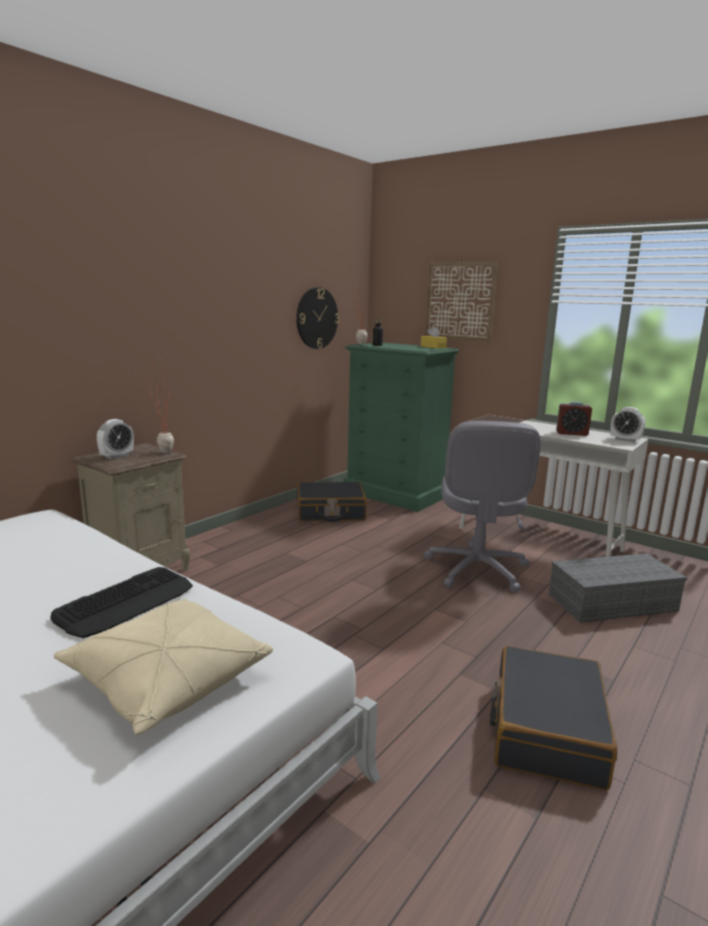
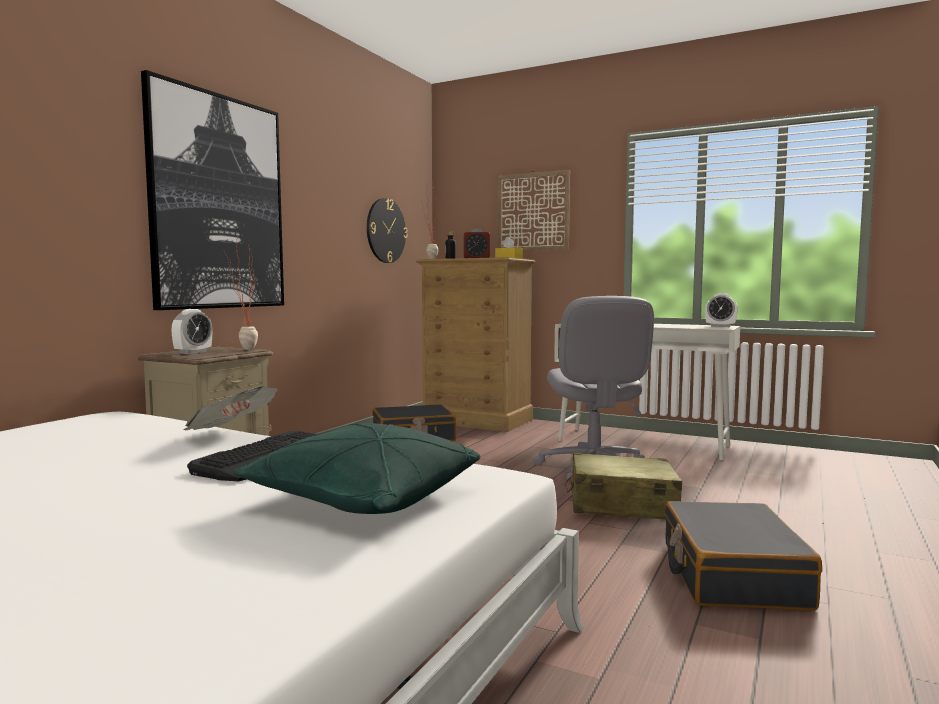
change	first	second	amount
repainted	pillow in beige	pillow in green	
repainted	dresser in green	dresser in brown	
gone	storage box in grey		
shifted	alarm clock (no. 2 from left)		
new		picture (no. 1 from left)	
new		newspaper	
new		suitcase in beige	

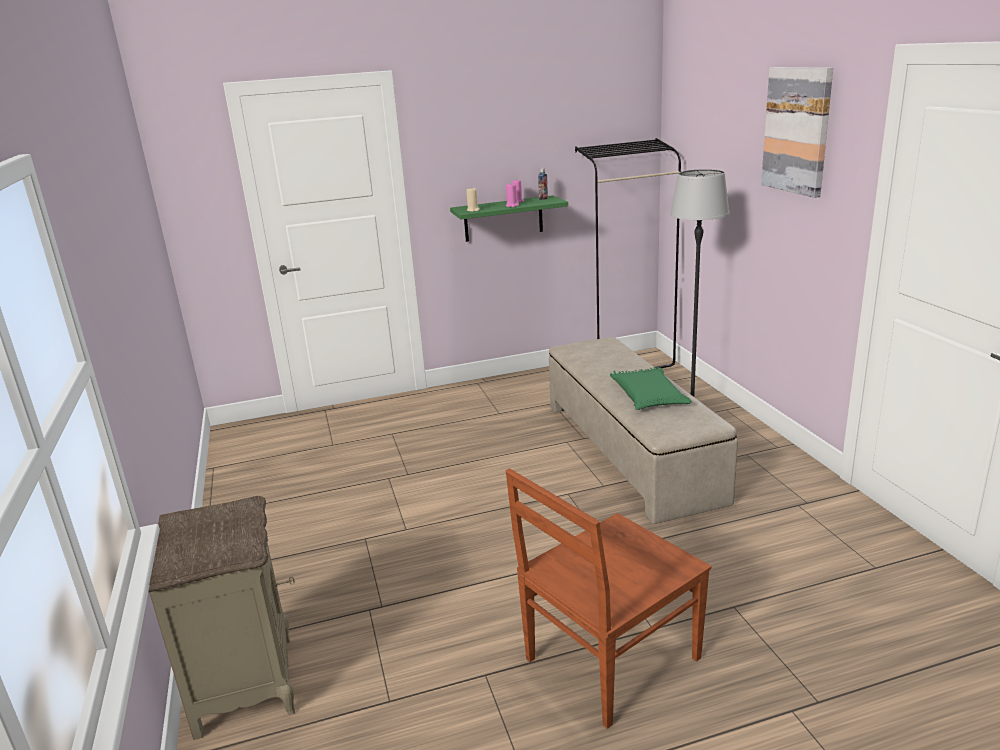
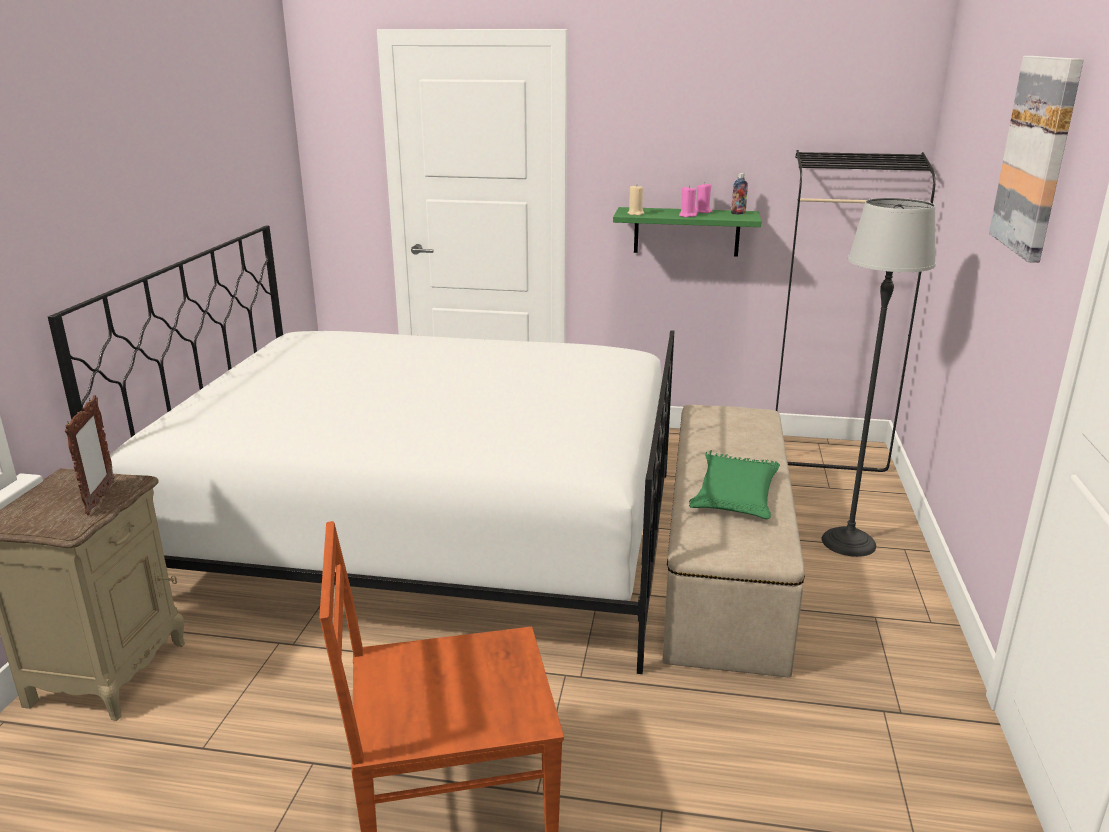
change	first	second	amount
new		bed in white	
new		picture frame	

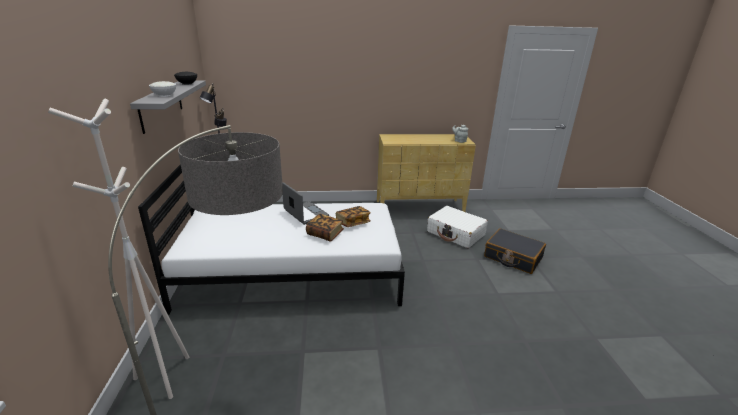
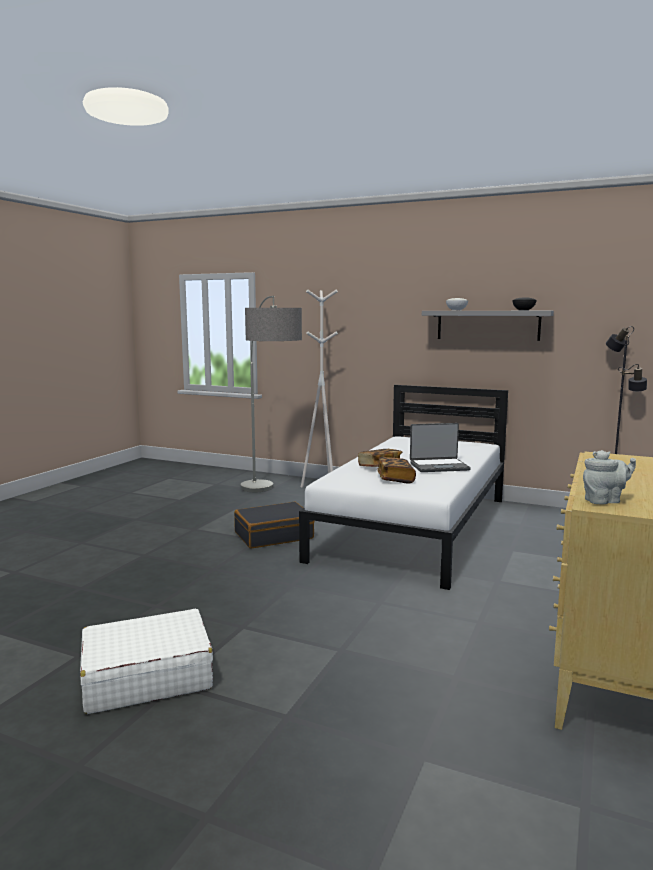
change	first	second	amount
shifted	suitcase in white		
shifted	suitcase in black		

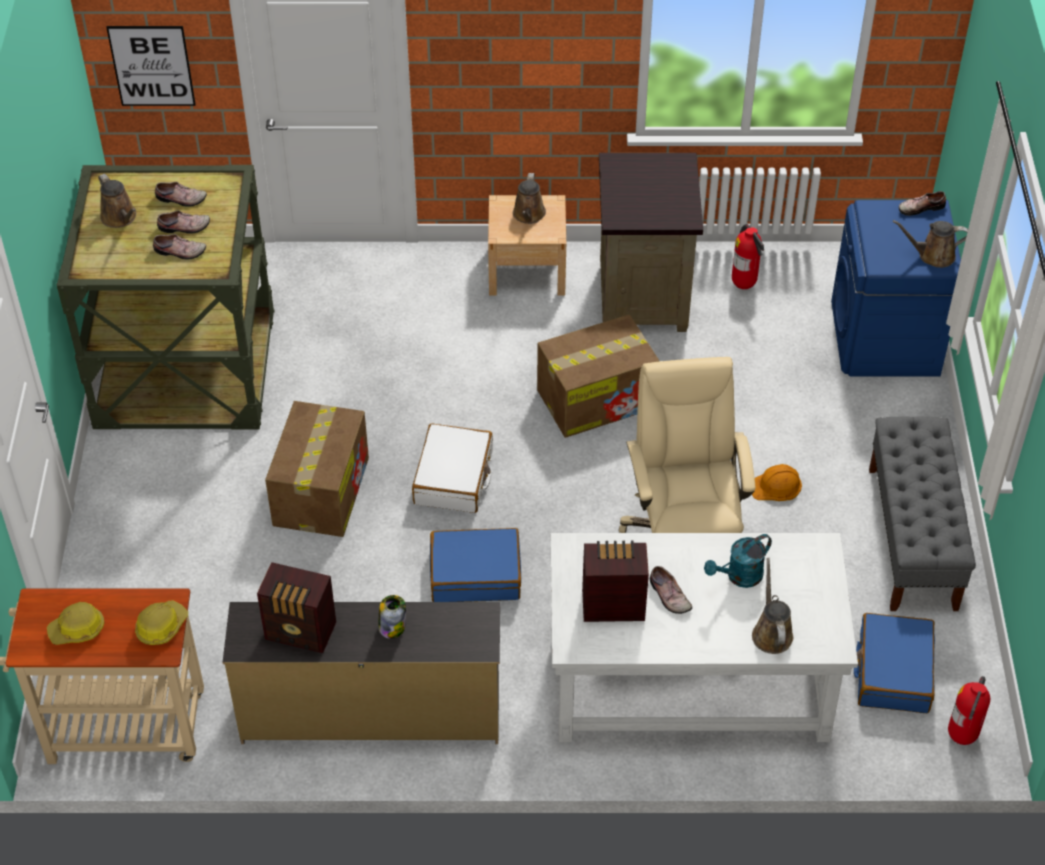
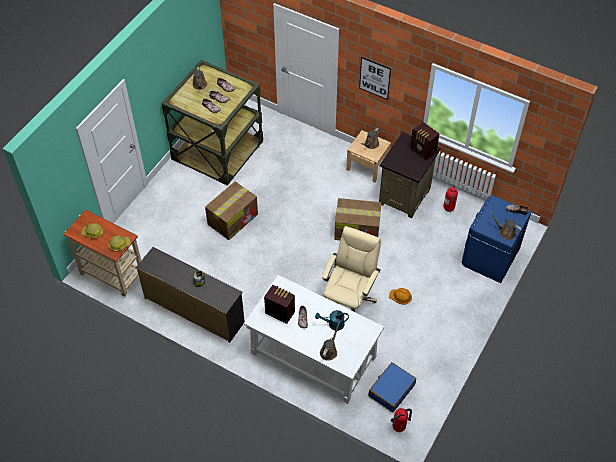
change	first	second	amount
shifted	picture		
shifted	radio (no. 1 from left in the first image)	radio (no. 2 from left)	
gone	suitcase in white		
gone	suitcase in blue (no. 1 from left)		
gone	bench in grey		

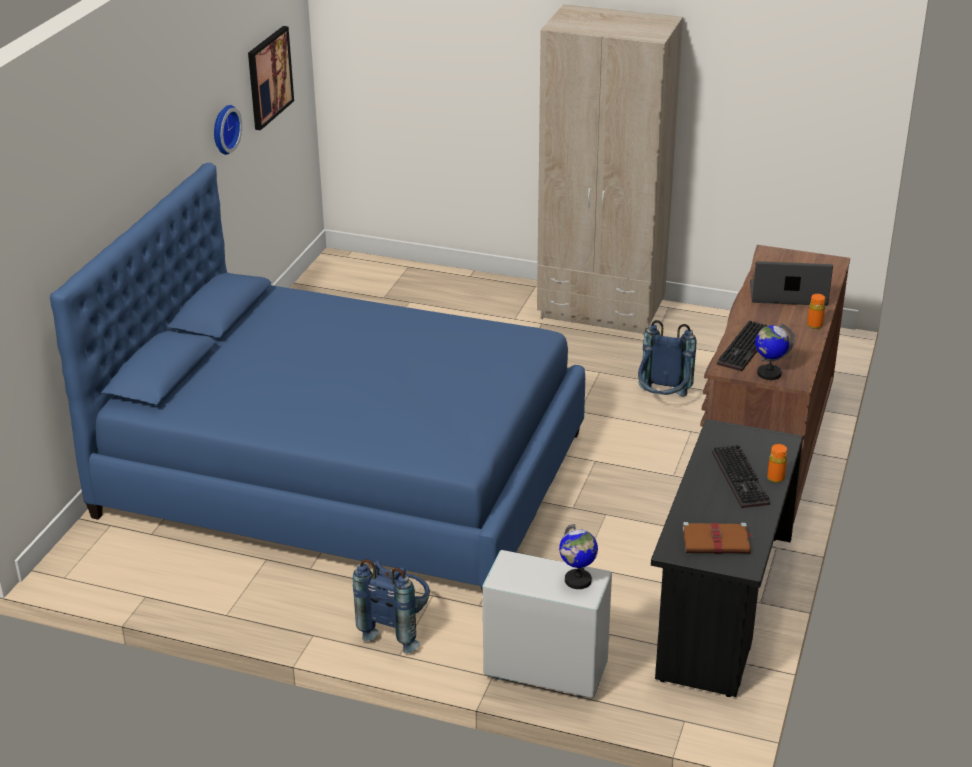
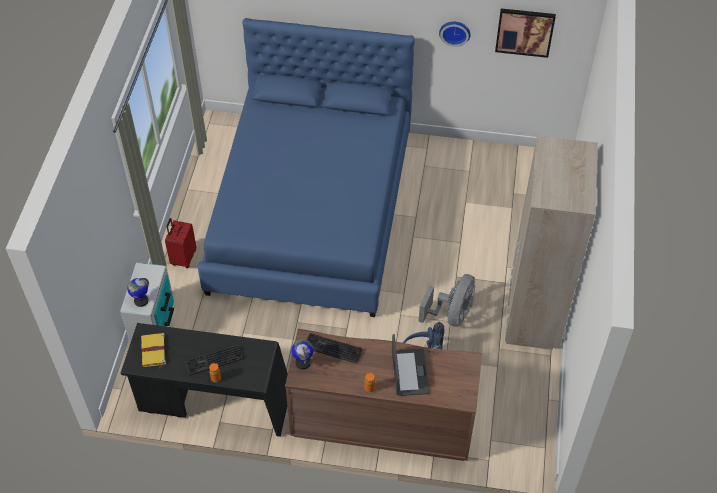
change	first	second	amount
swapped	backpack in blue (no. 1 from left)	suitcase in red	
repainted	book in brown	book in yellow	
new		fan in grey	

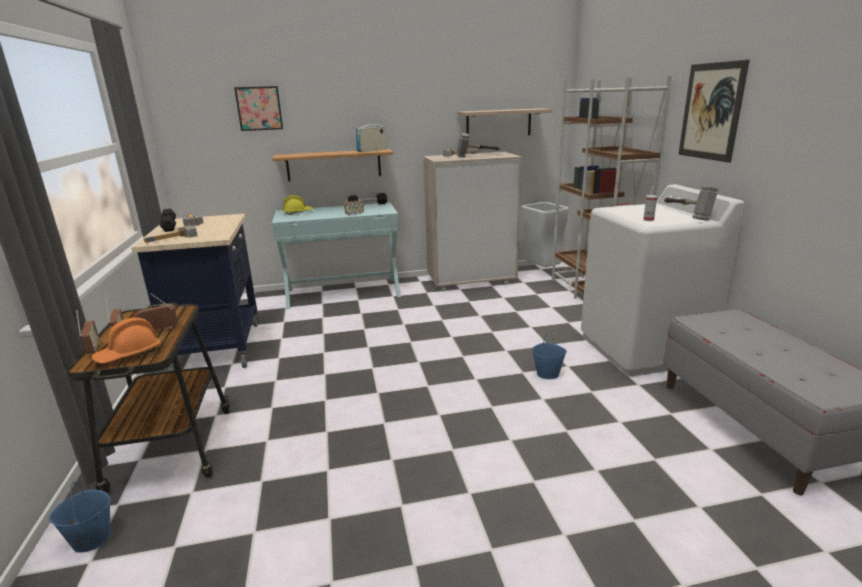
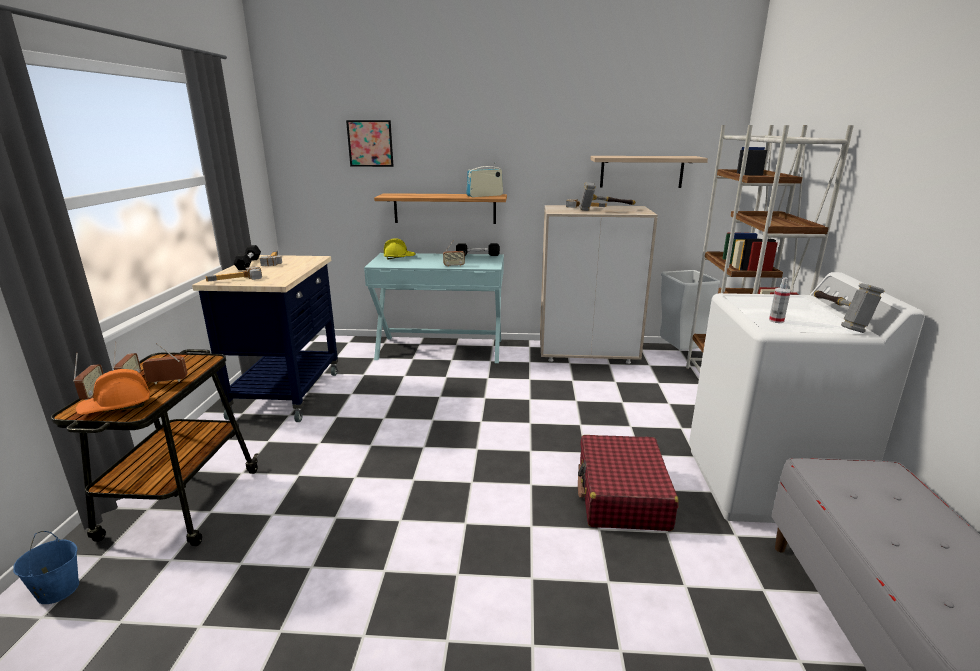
change	first	second	amount
swapped	bucket in blue (no. 2 from left)	suitcase in red	
gone	picture (no. 2 from left)		

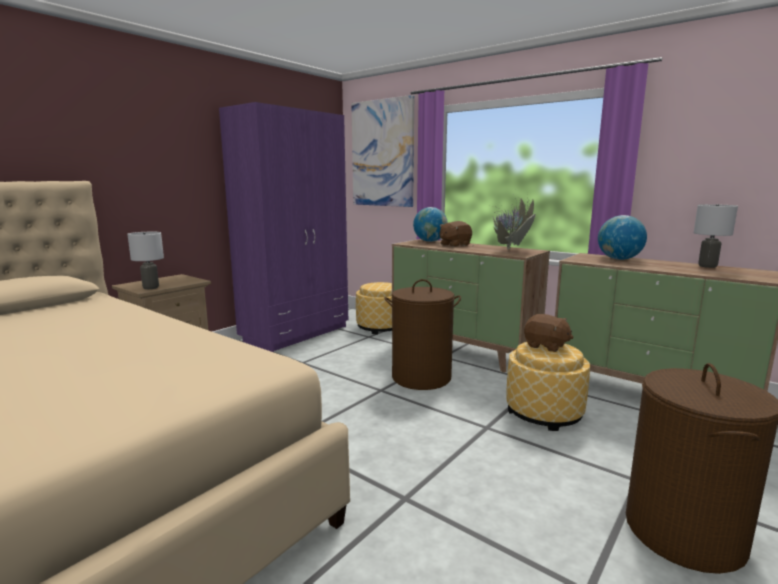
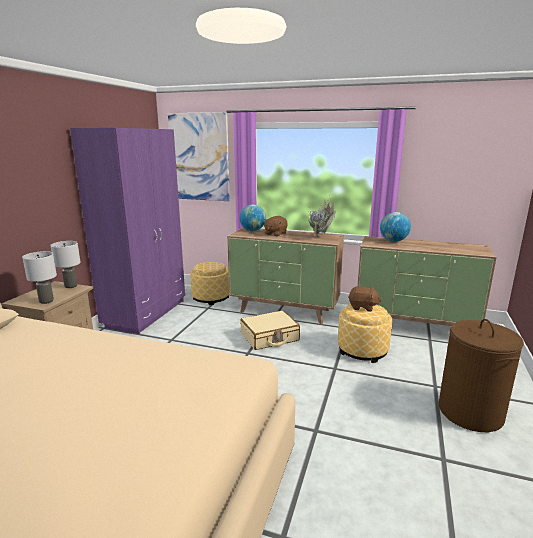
change	first	second	amount
swapped	laundry basket in brown (no. 1 from left)	suitcase in beige	
shifted	table lamp in white (no. 2 from left)		

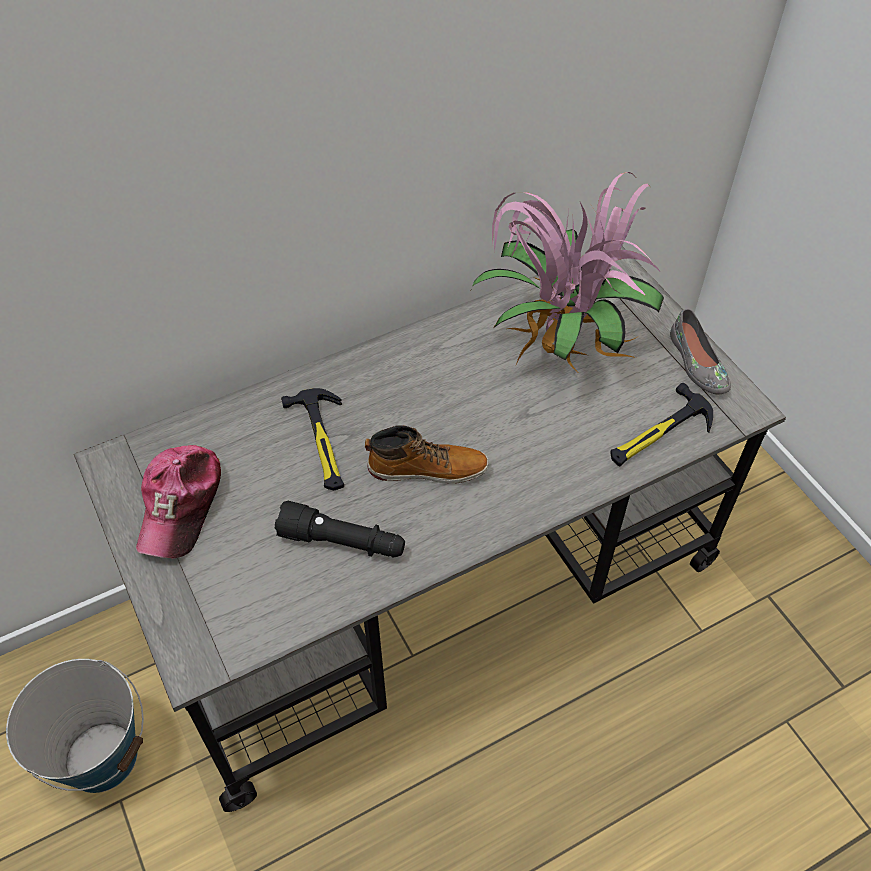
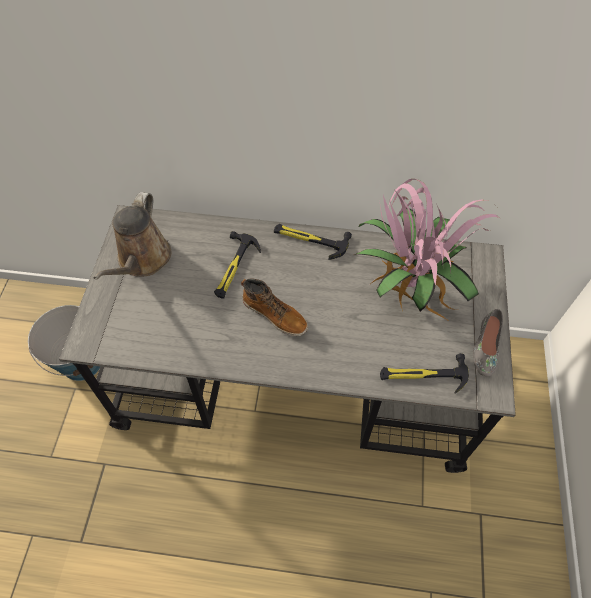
change	first	second	amount
swapped	cap	watering can in brown	
gone	flashlight in black		
new		hammer (no. 2 from left)	

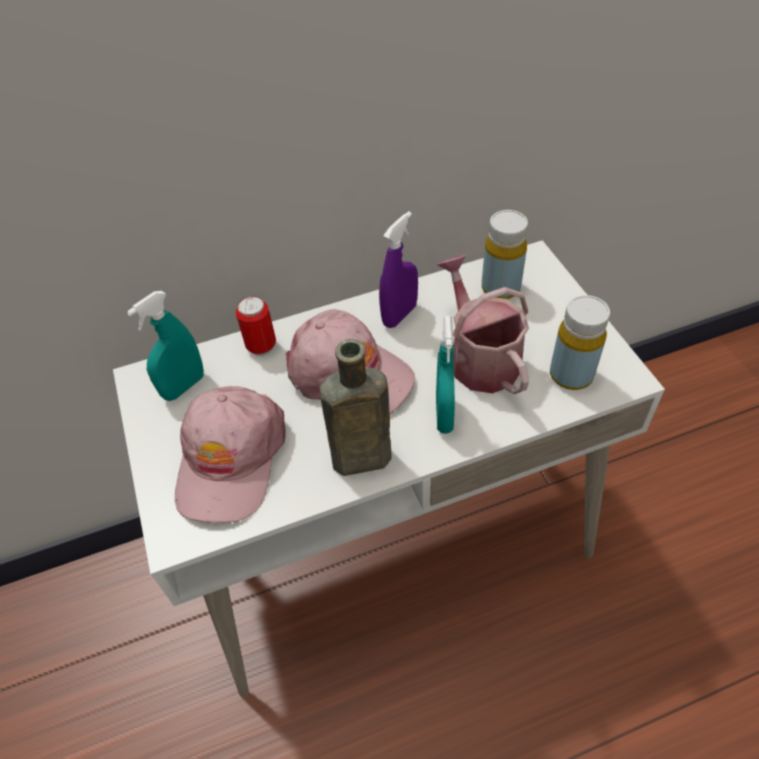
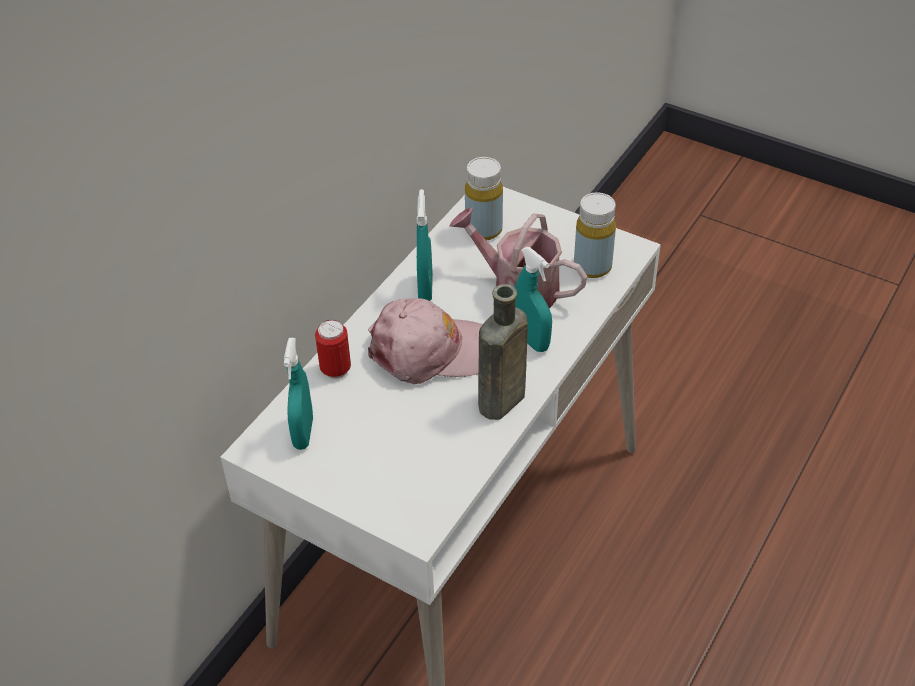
change	first	second	amount
gone	cap in pink (no. 1 from left)		
repainted	spray bottle in purple	spray bottle in turquoise (no. 2 from left)	

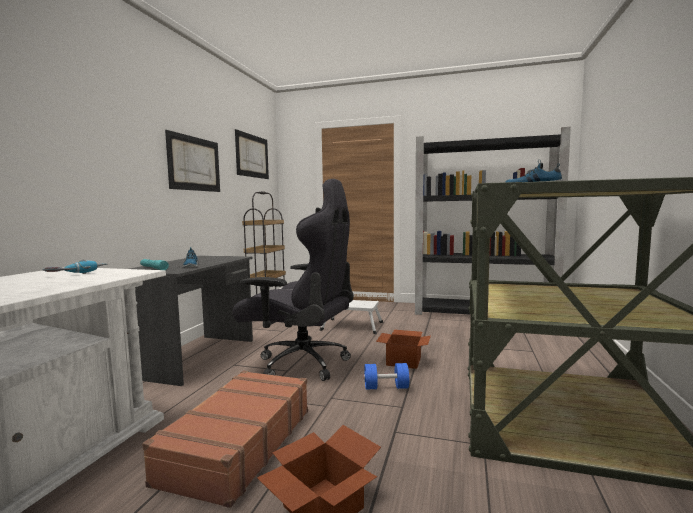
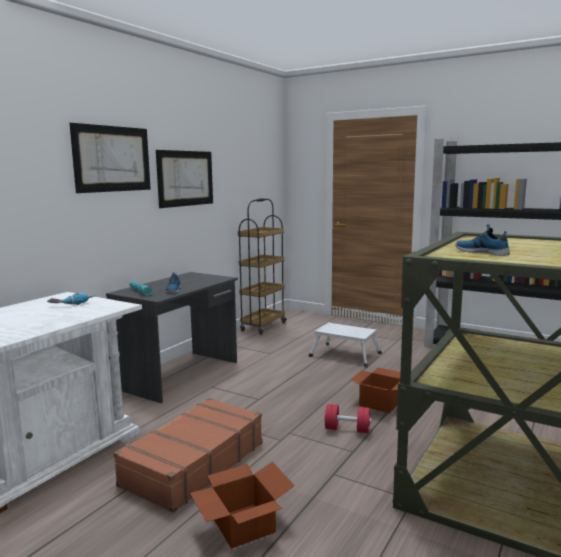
change	first	second	amount
gone	office chair in black		
shifted	picture (no. 2 from left in the first image)	picture (no. 1 from left)	
repainted	dumbbell in blue	dumbbell in red	

